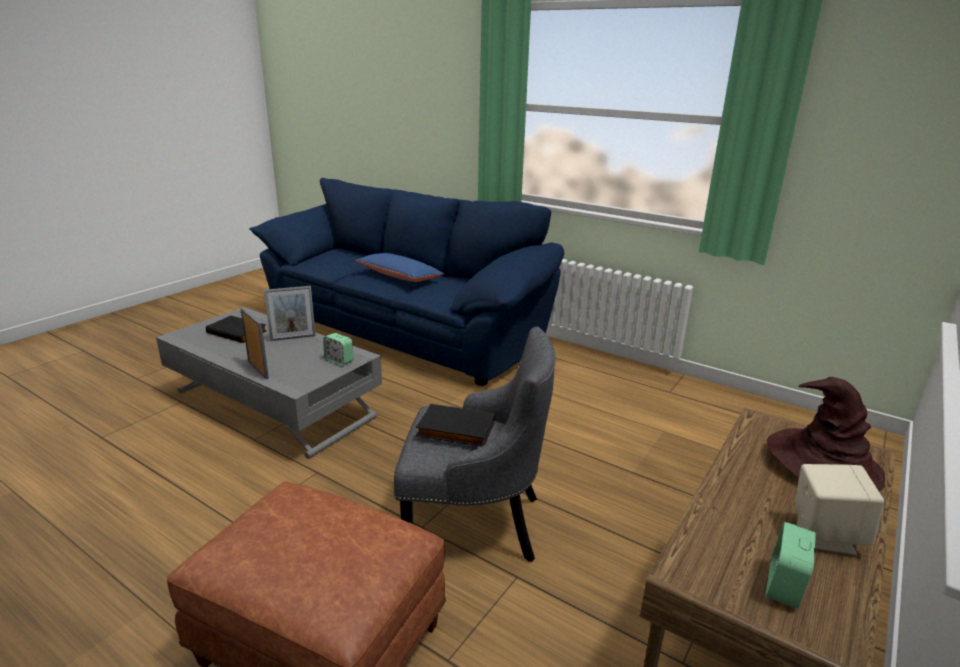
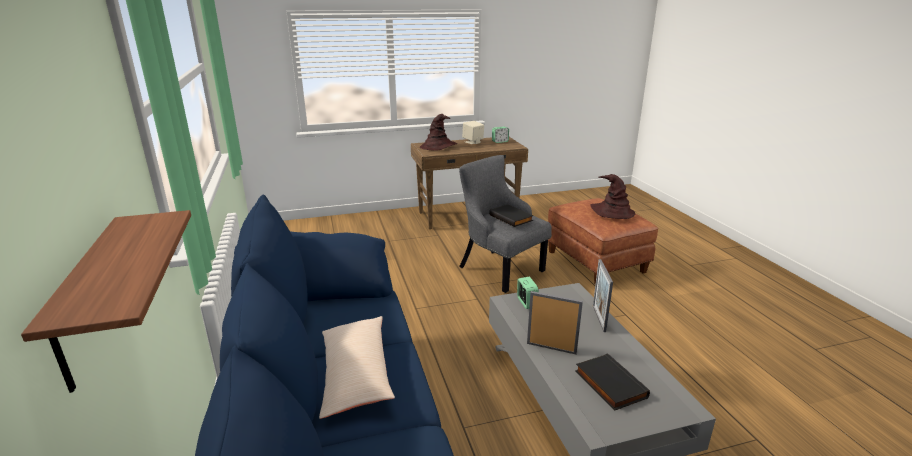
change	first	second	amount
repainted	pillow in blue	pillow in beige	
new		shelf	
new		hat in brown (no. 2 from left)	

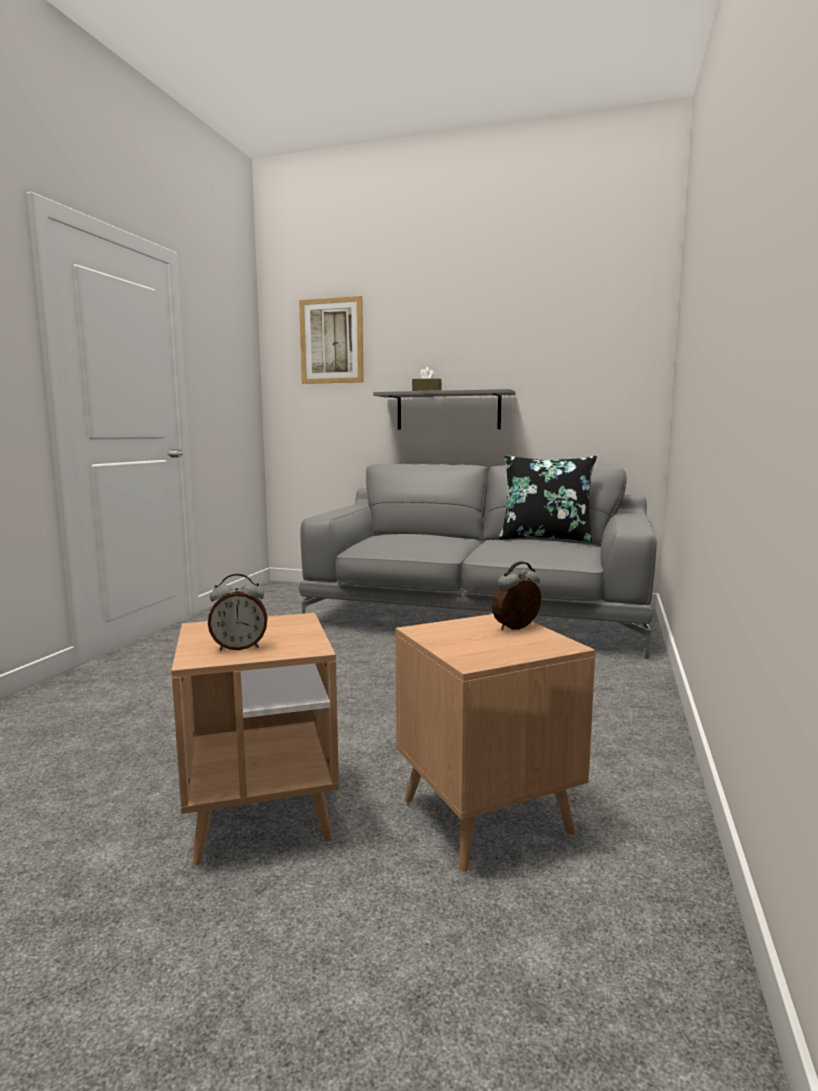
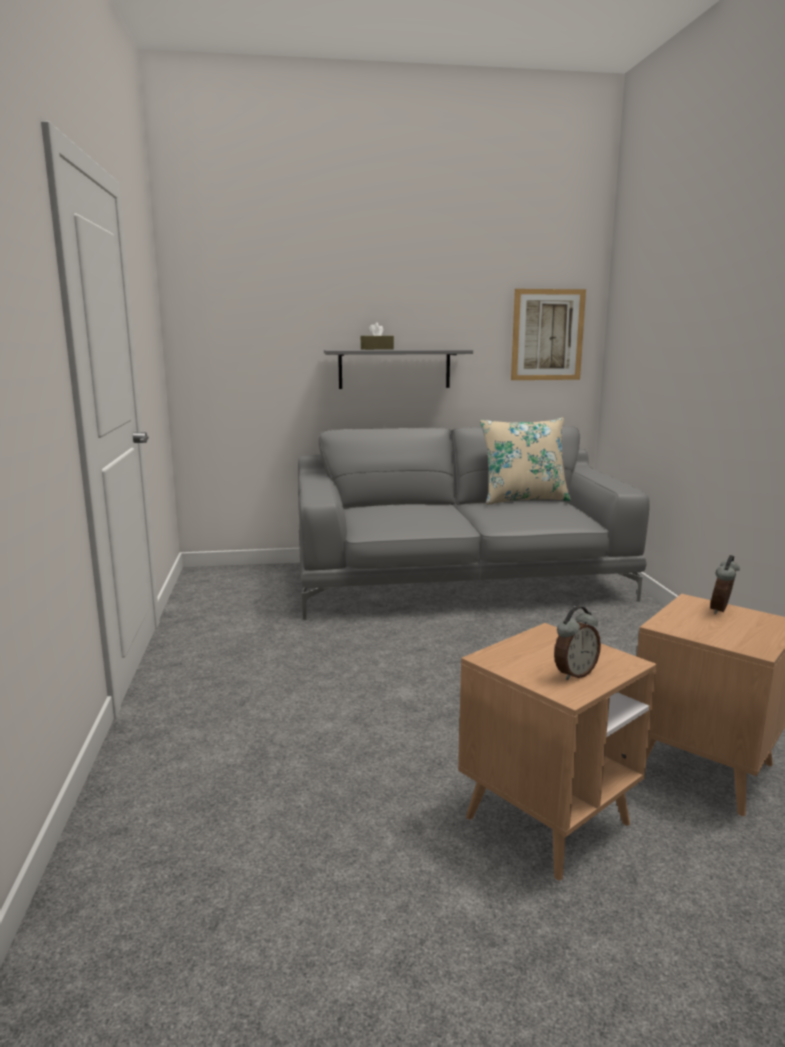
change	first	second	amount
shifted	picture		
repainted	pillow in black	pillow in beige	

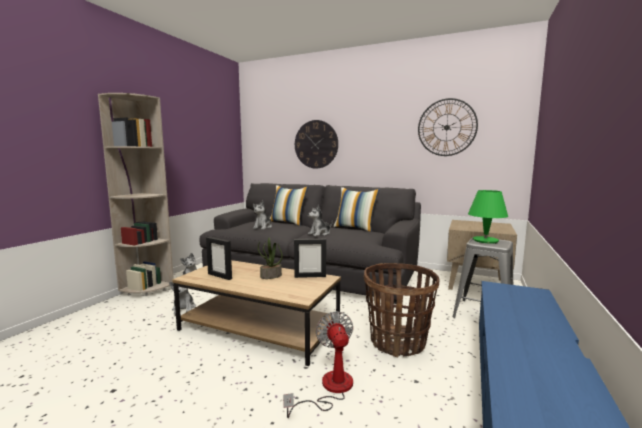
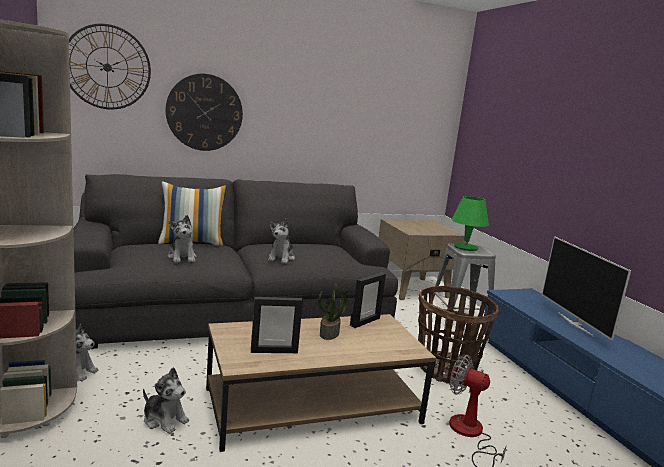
change	first	second	amount
gone	pillow (no. 2 from left)		
shifted	wall clock (no. 2 from left in the first image)	wall clock (no. 1 from left)	
new		television	

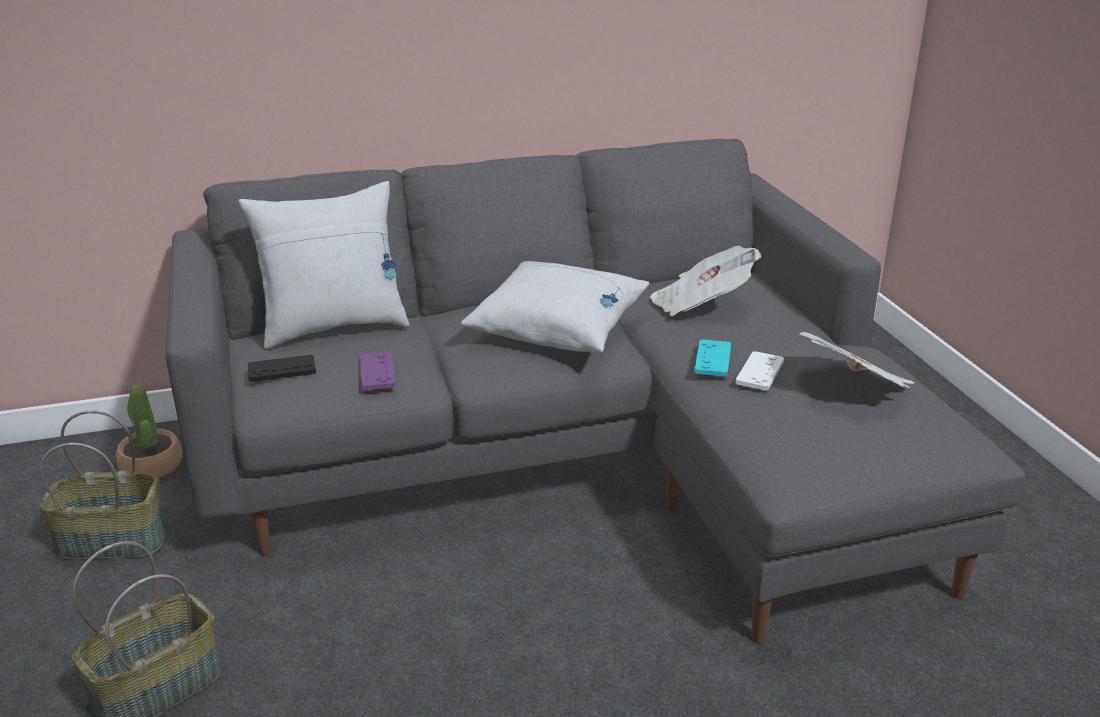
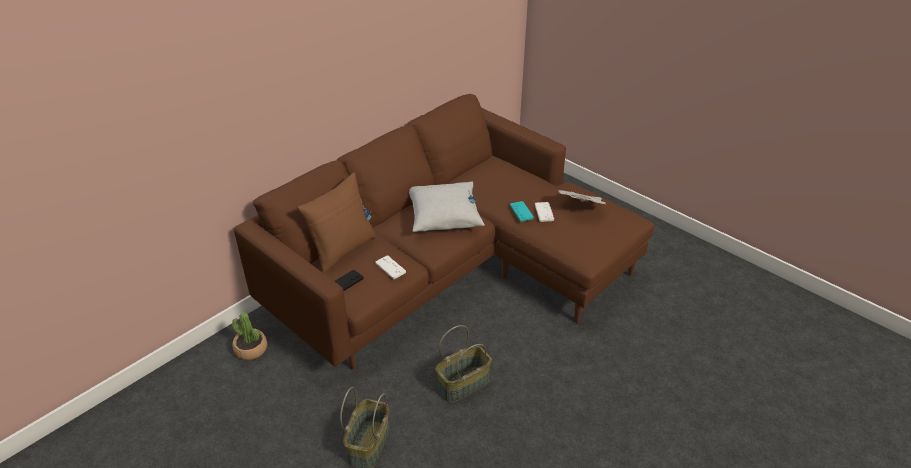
change	first	second	amount
shifted	basket (no. 1 from left in the first image)	basket (no. 2 from left)	
repainted	sofa in grey	sofa in brown	
repainted	pillow in grey (no. 1 from left)	pillow in brown	
repainted	game controller in purple	game controller in white (no. 1 from left)	
gone	newspaper (no. 1 from left)		

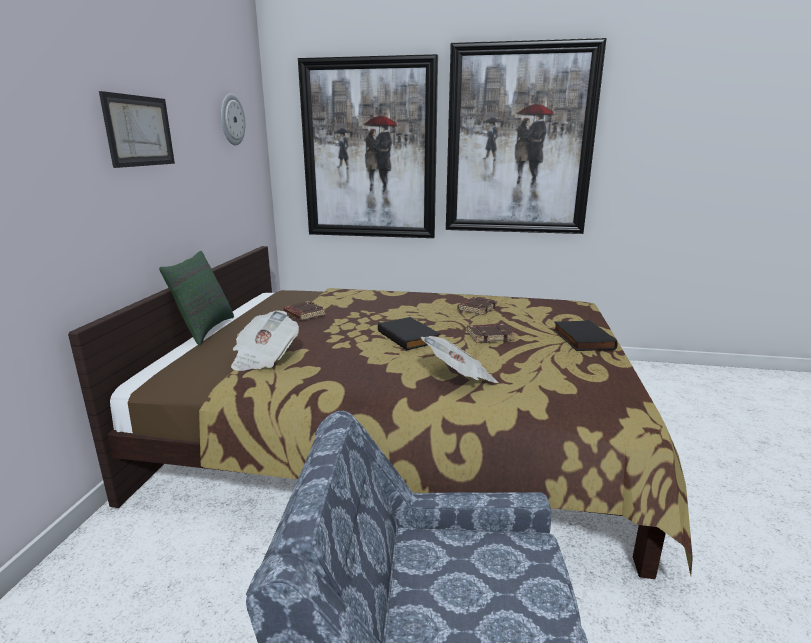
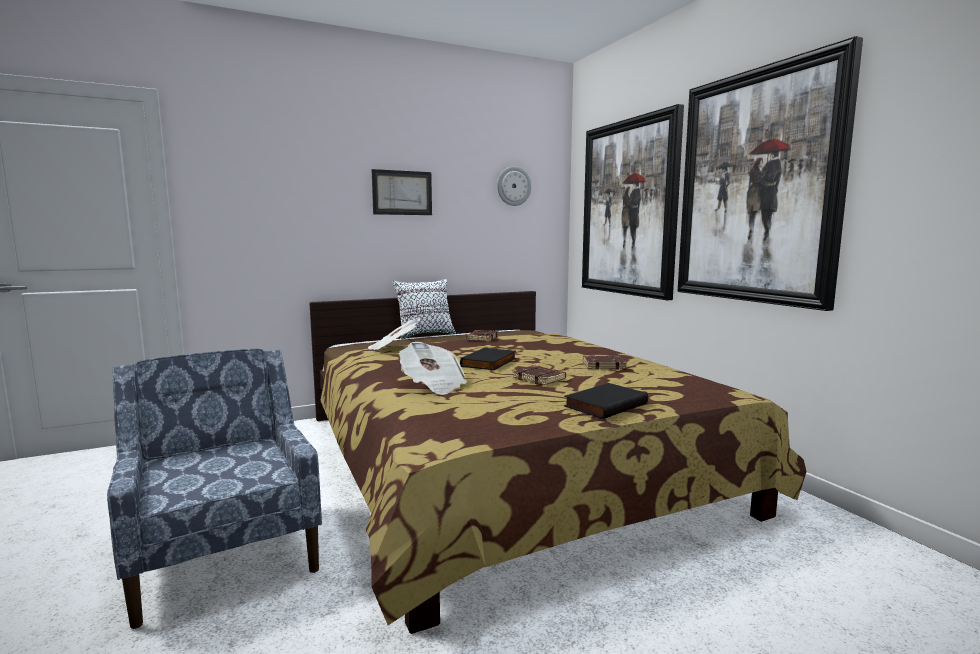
change	first	second	amount
repainted	pillow in green	pillow in white	

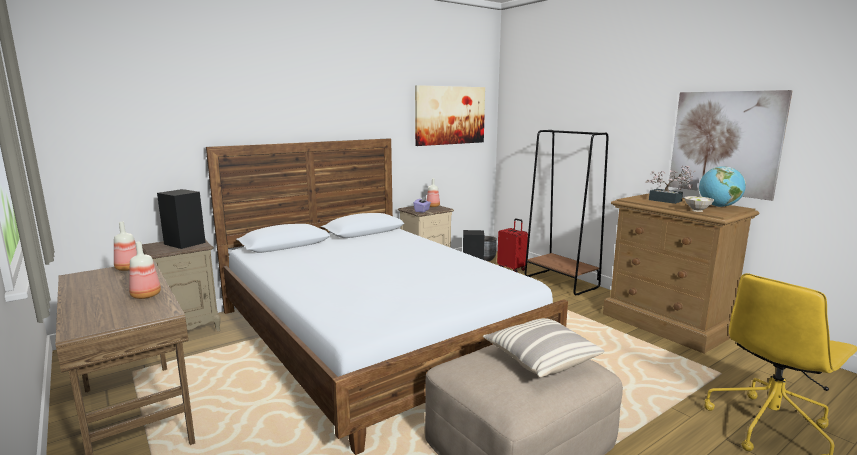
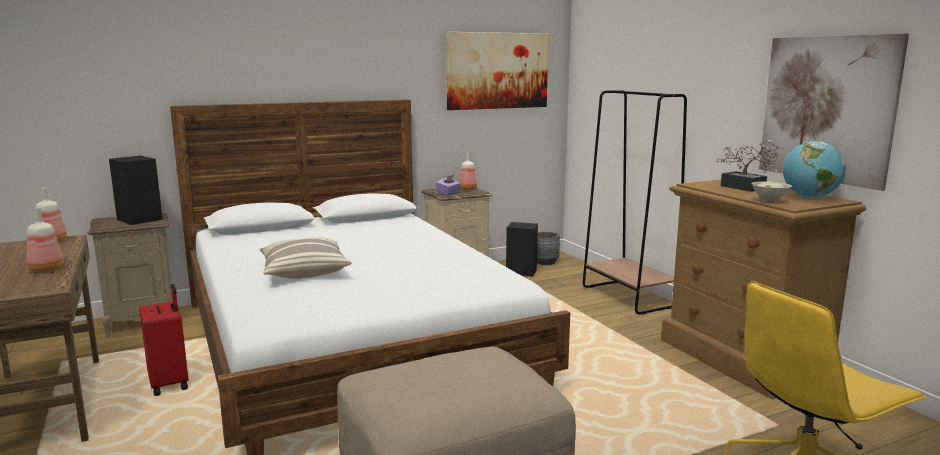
change	first	second	amount
shifted	pillow		
shifted	suitcase in red		

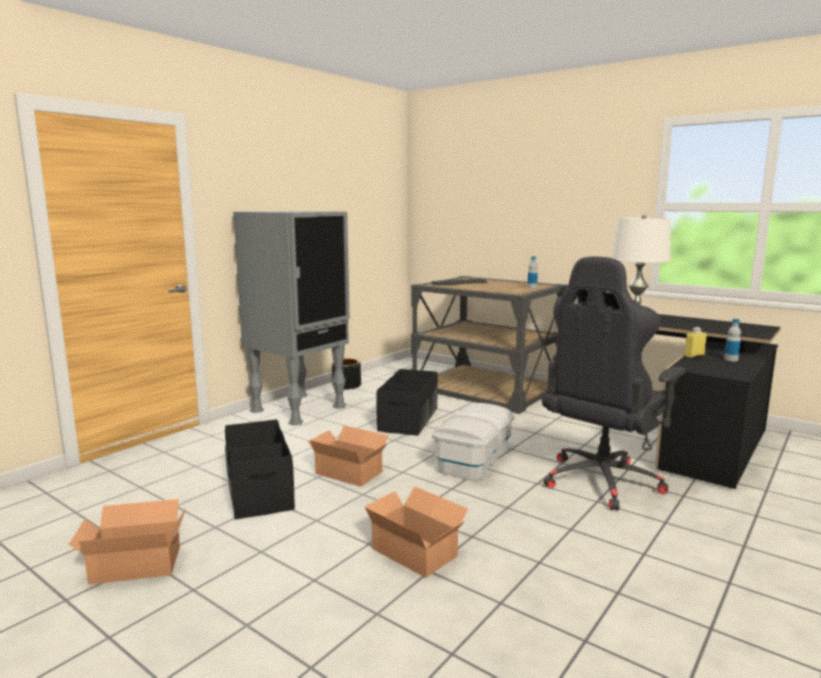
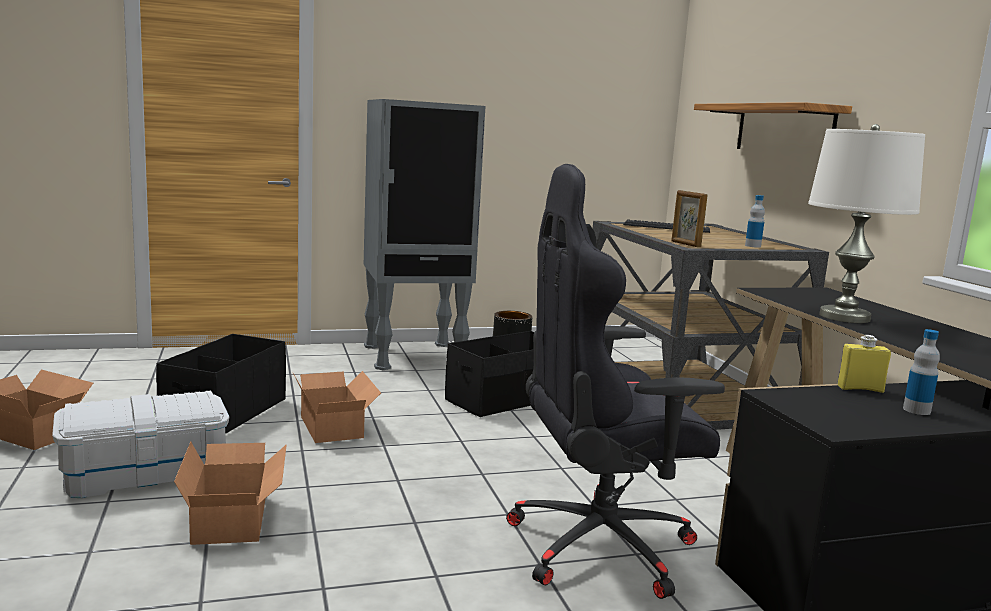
change	first	second	amount
shifted	storage box in white		
new		picture frame	
new		shelf	

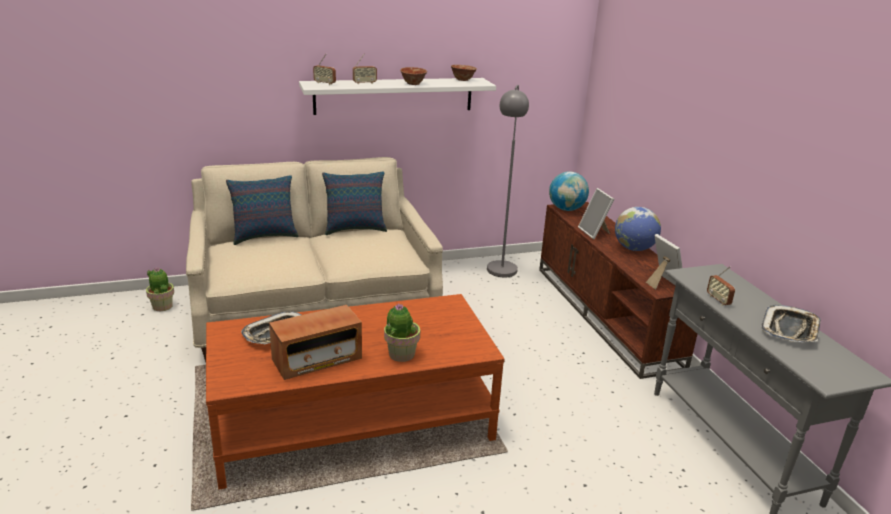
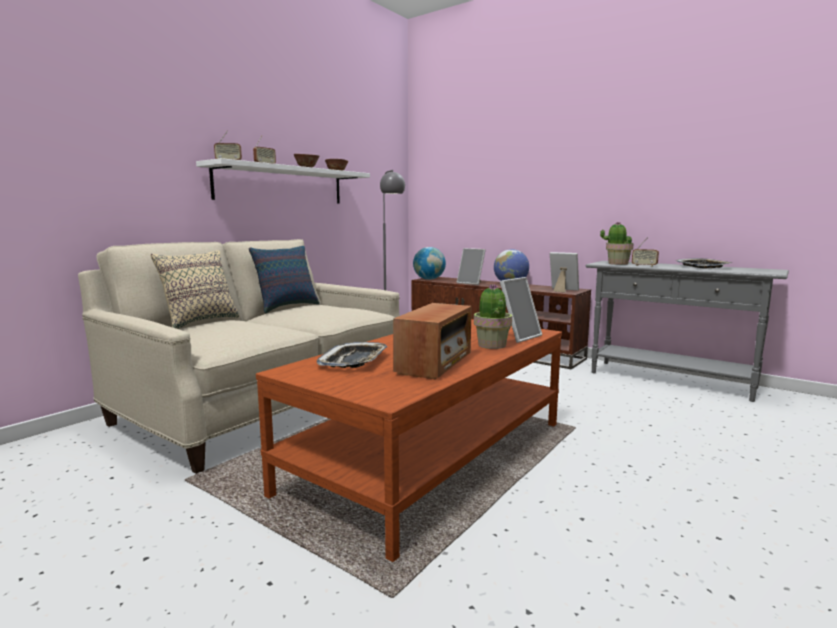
change	first	second	amount
shifted	potted plant (no. 1 from left in the first image)	potted plant (no. 2 from left)	
repainted	pillow in blue (no. 1 from left)	pillow in beige	
new		picture frame (no. 2 from left)	

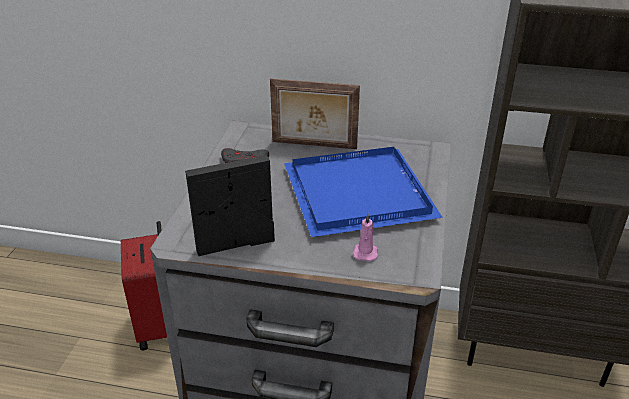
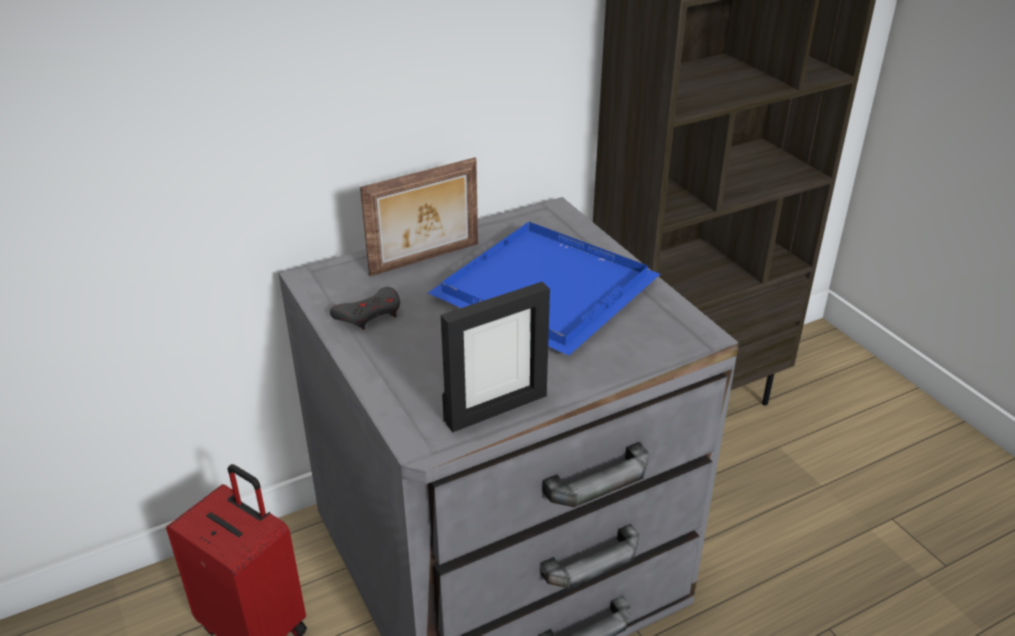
change	first	second	amount
rotated	picture frame (no. 1 from left in the first image)	picture frame (no. 2 from left)	150 degrees counterclockwise
gone	candle in pink		

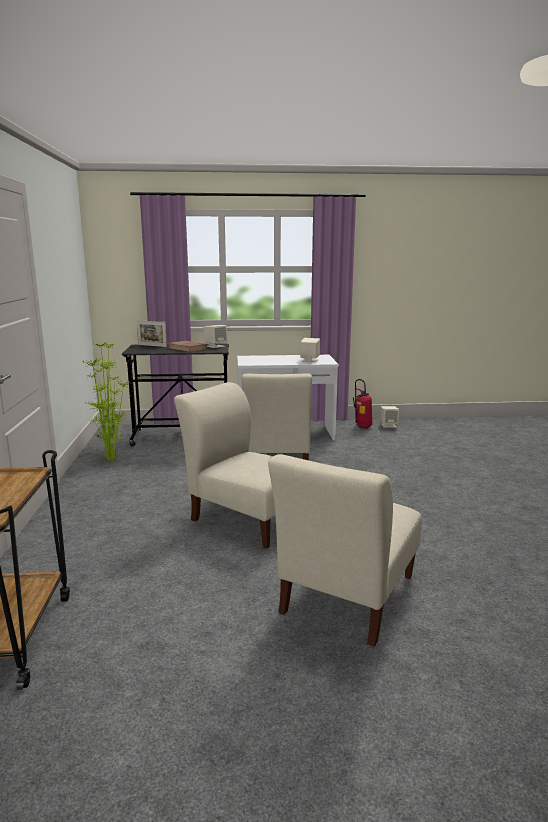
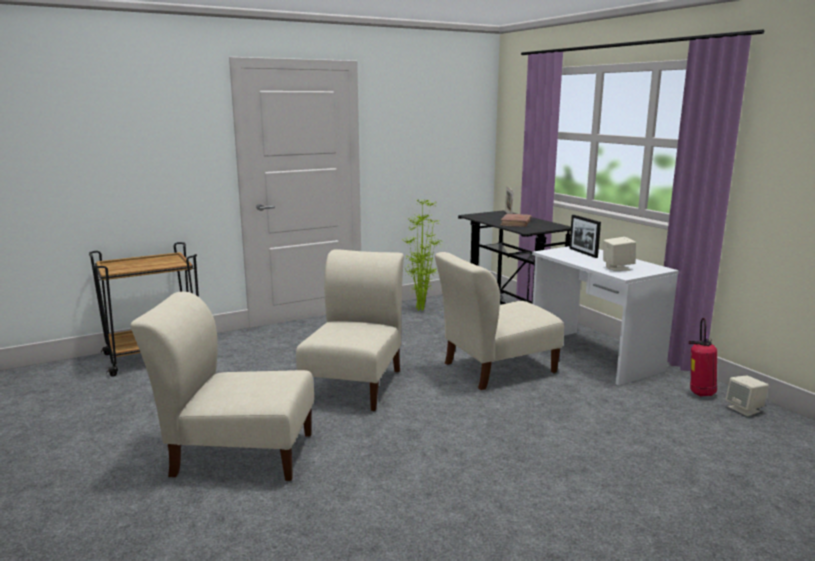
change	first	second	amount
gone	speaker in beige (no. 1 from left)		
new		picture frame (no. 2 from left)	

